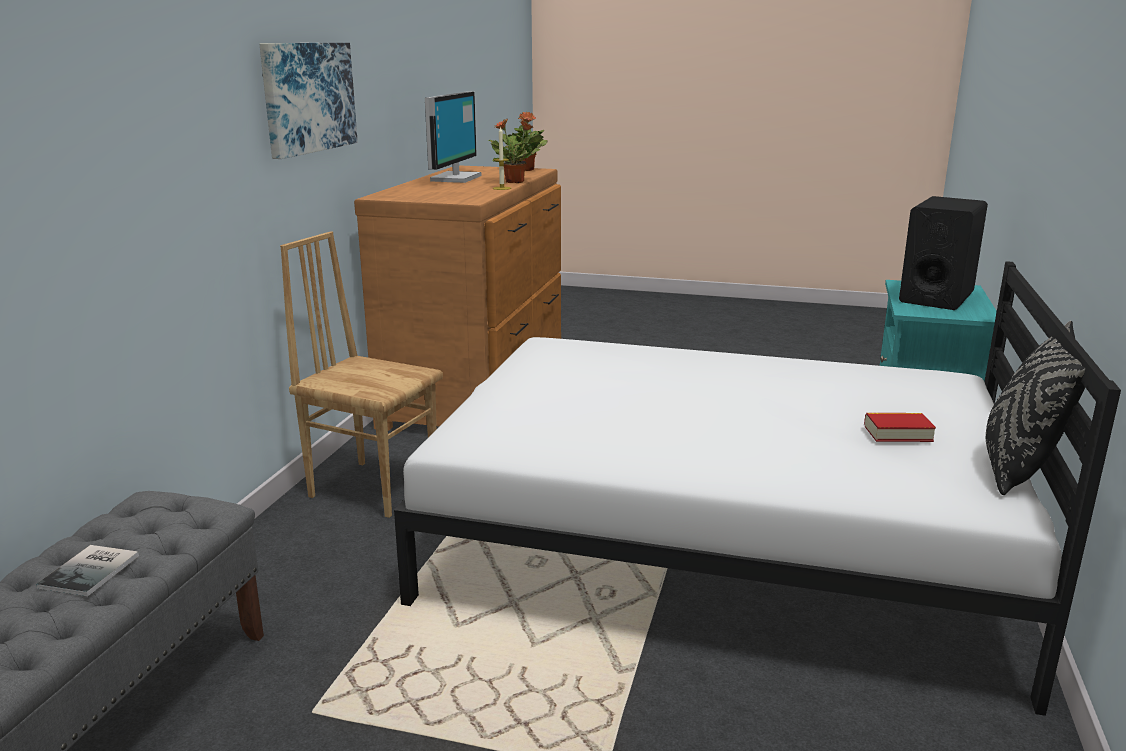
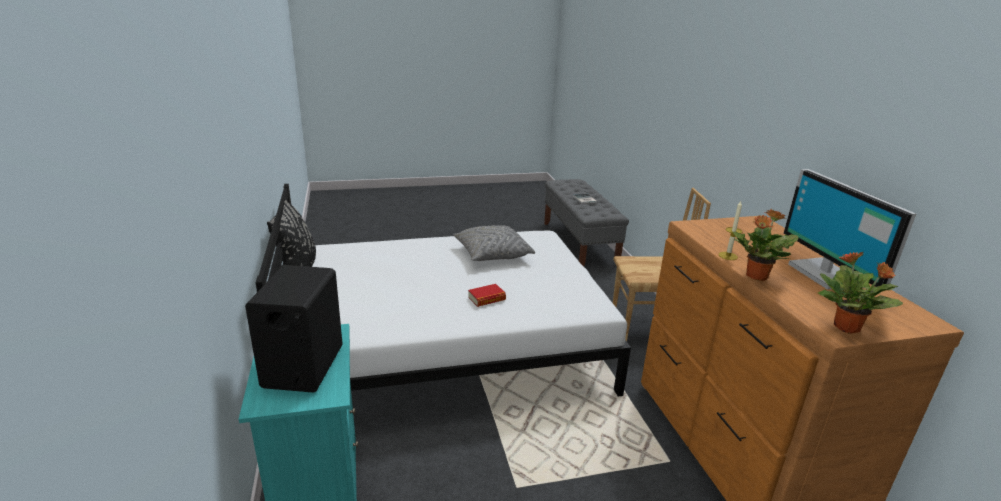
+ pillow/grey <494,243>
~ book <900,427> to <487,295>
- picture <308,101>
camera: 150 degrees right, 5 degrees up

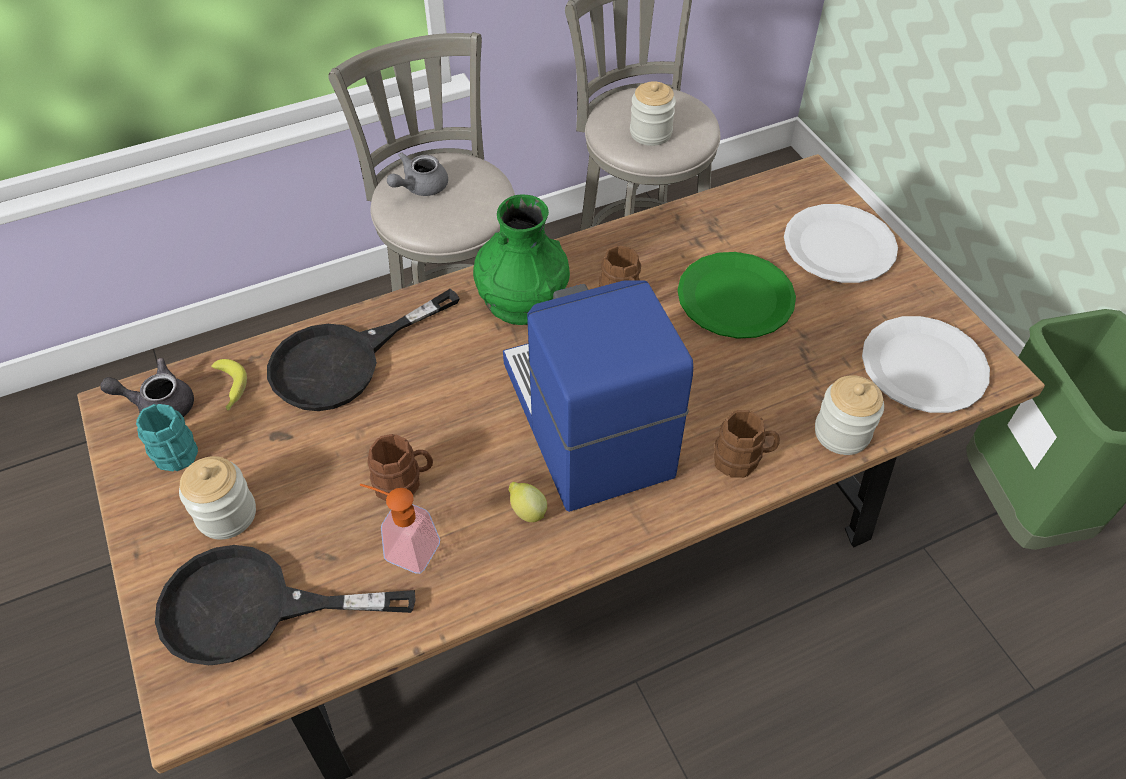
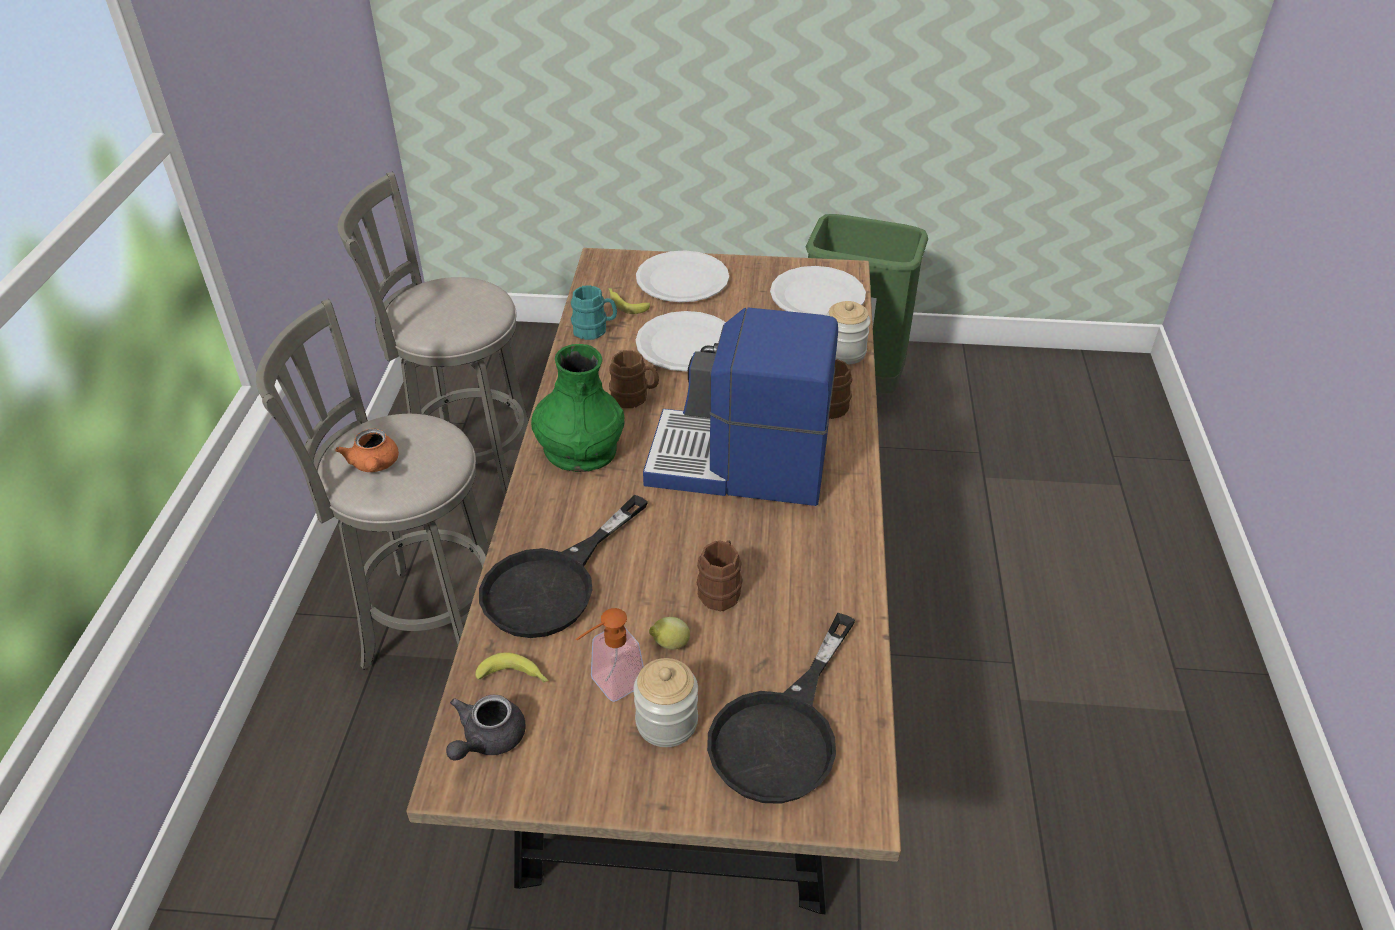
~ teapot/grey <417,174> to teapot/orange <367,450>
~ frying pan/black <363,350> = <563,566> 45 degrees clockwise
~ mug/turquoise <167,438> to <594,312>
~ soap dispenser <400,529> to <610,655>
+ banana <629,301>
~ plate/green <736,295> to plate/white <681,341>
~ lemon <528,502> to <669,633>
- jar <653,113>
camera: 60 degrees left, 10 degrees down

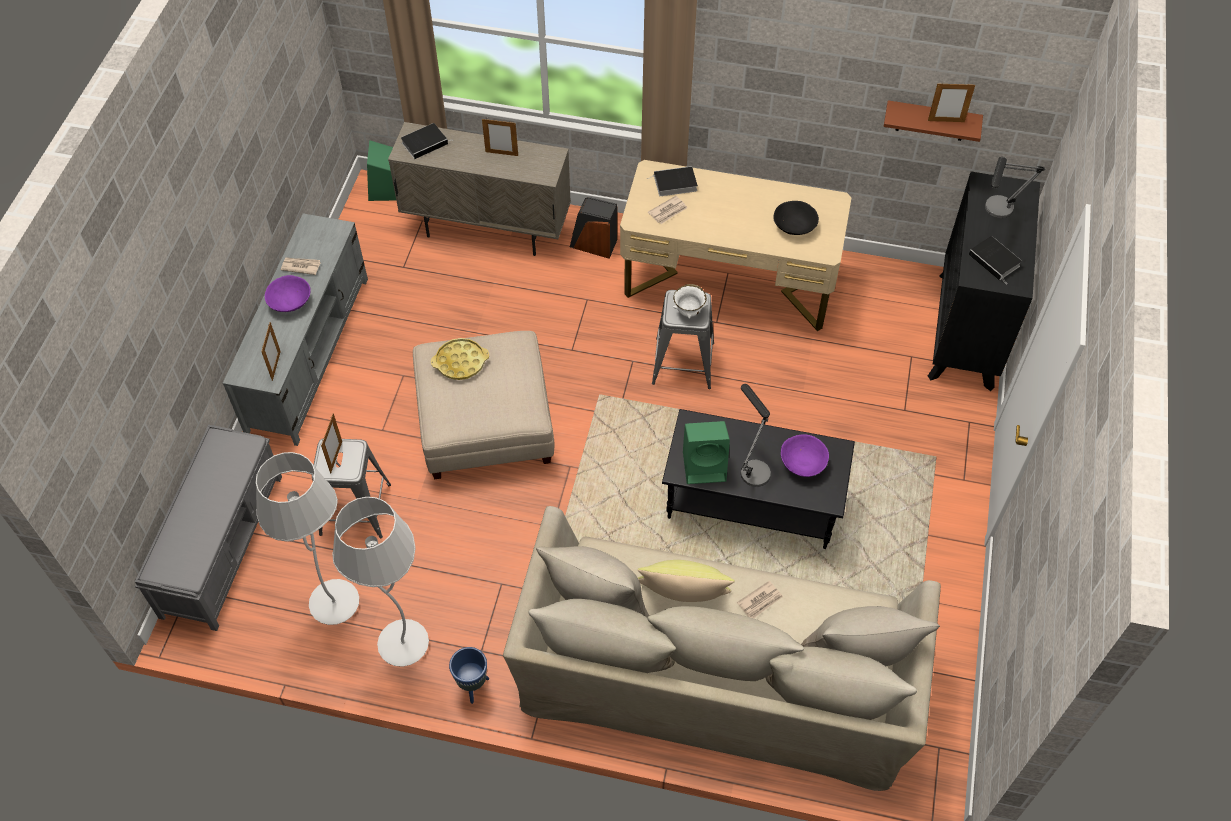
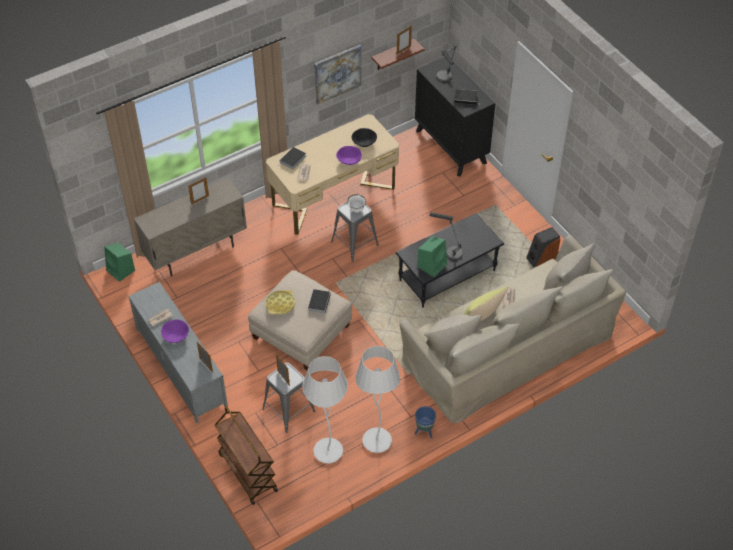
~ bench/grey <208,528> to cart/brown <246,455>
~ book <427,141> to <319,301>
+ picture <337,74>
~ bowl/purple <805,455> to <349,155>
~ speaker <594,228> to <543,247>
camera: 45 degrees left, 5 degrees down

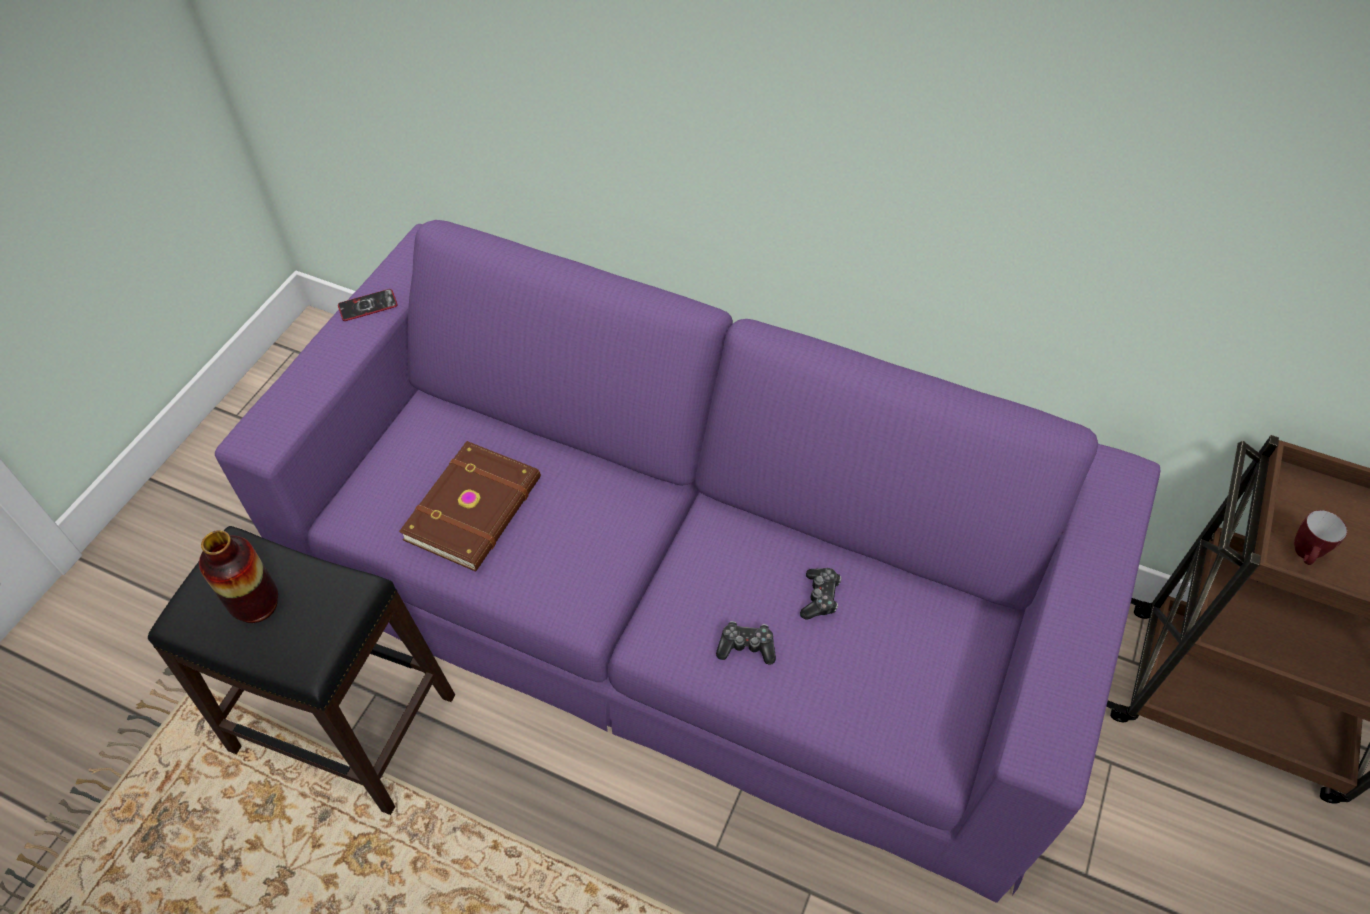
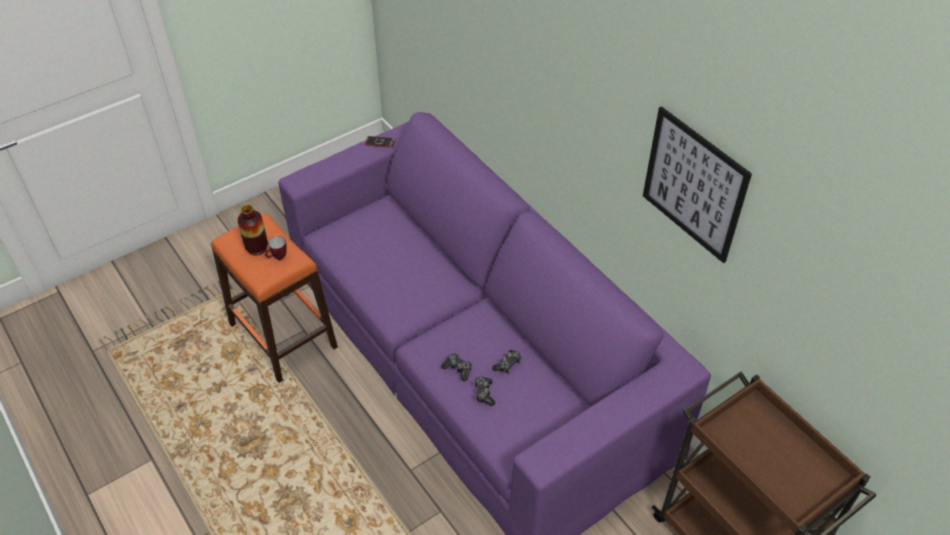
~ stool/black <301,670> to stool/orange <274,298>
~ mug <1320,537> to <276,248>
+ game controller <484,391>
+ picture <697,184>
- book/brown <470,506>
camera: 30 degrees right, 5 degrees down

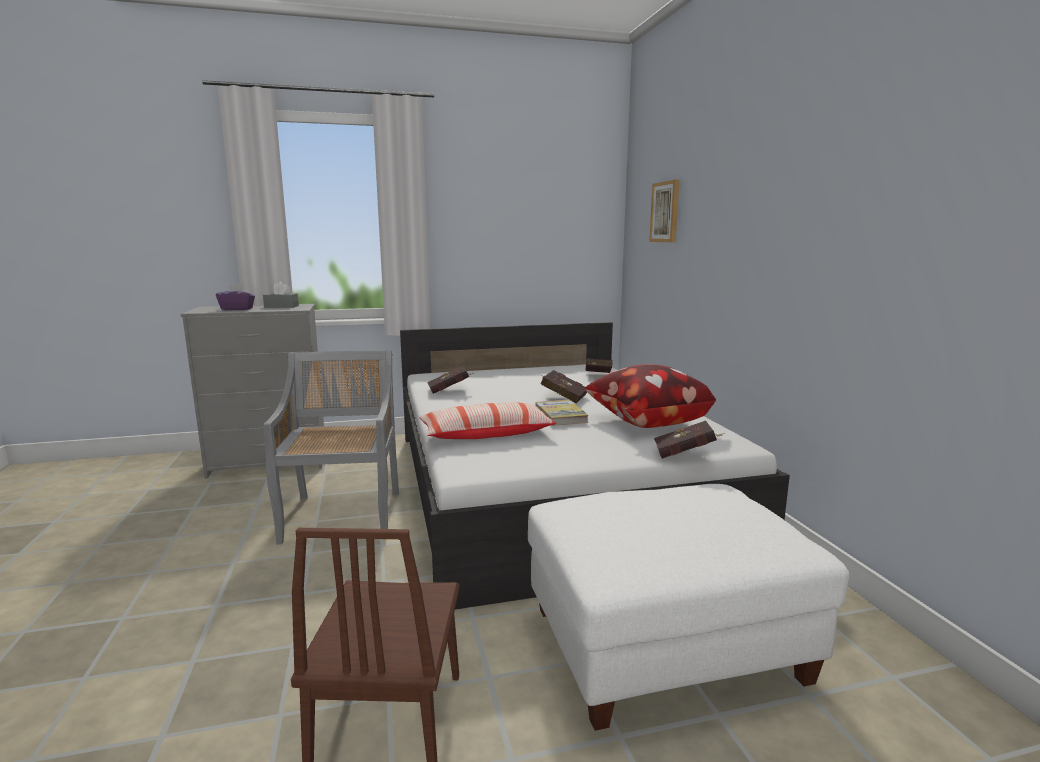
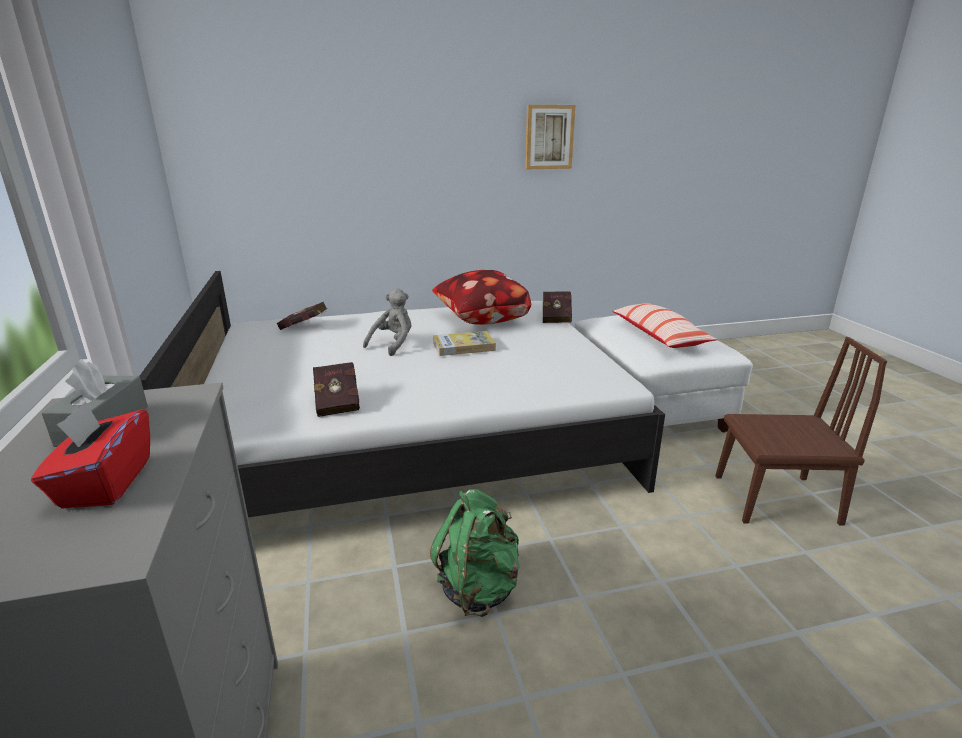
~ tissue box/purple <235,297> to tissue box/red <90,455>
~ book/red <563,386> to plush toy/grey <387,322>
~ chair/grey <331,447> to backpack/green <475,553>
~ picture <664,211> to <550,137>
~ pillow <488,420> to <665,325>
camera: 90 degrees left, 10 degrees up

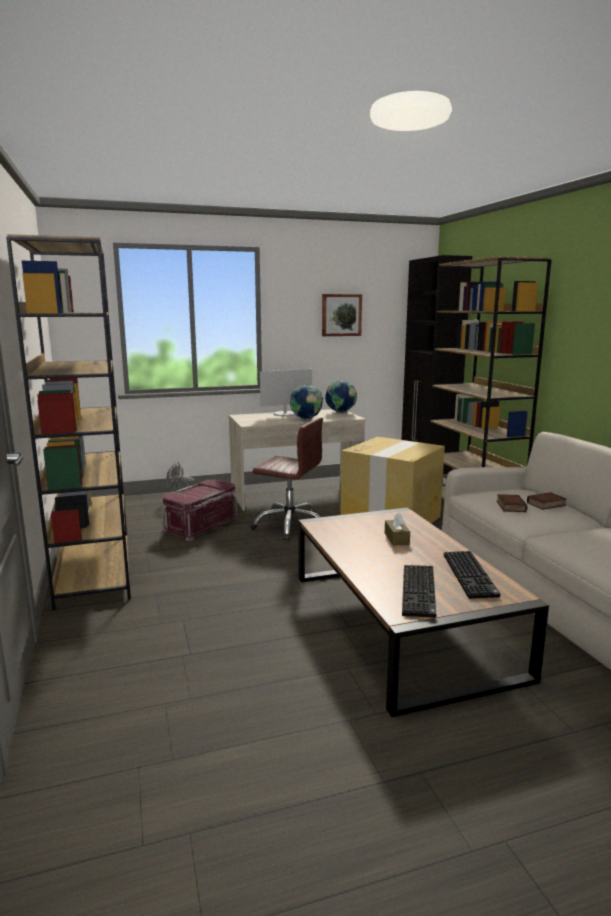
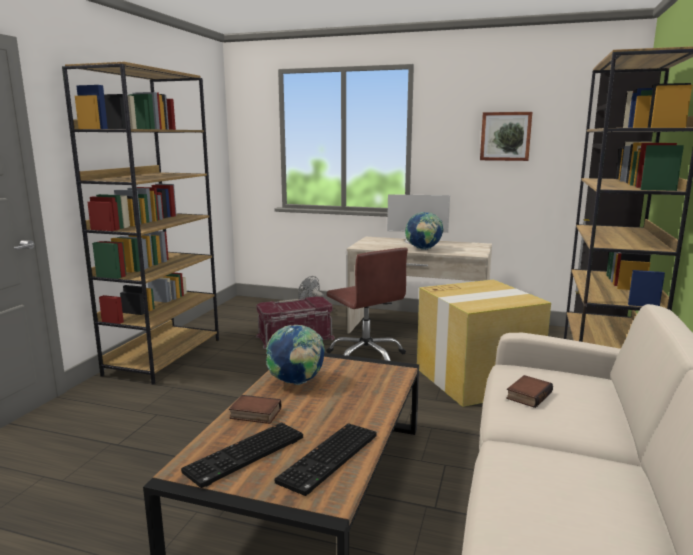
~ book <547,501> to <255,409>
~ globe <341,396> to <295,355>
- tissue box/brown <397,529>
camera: 35 degrees right, 0 degrees up

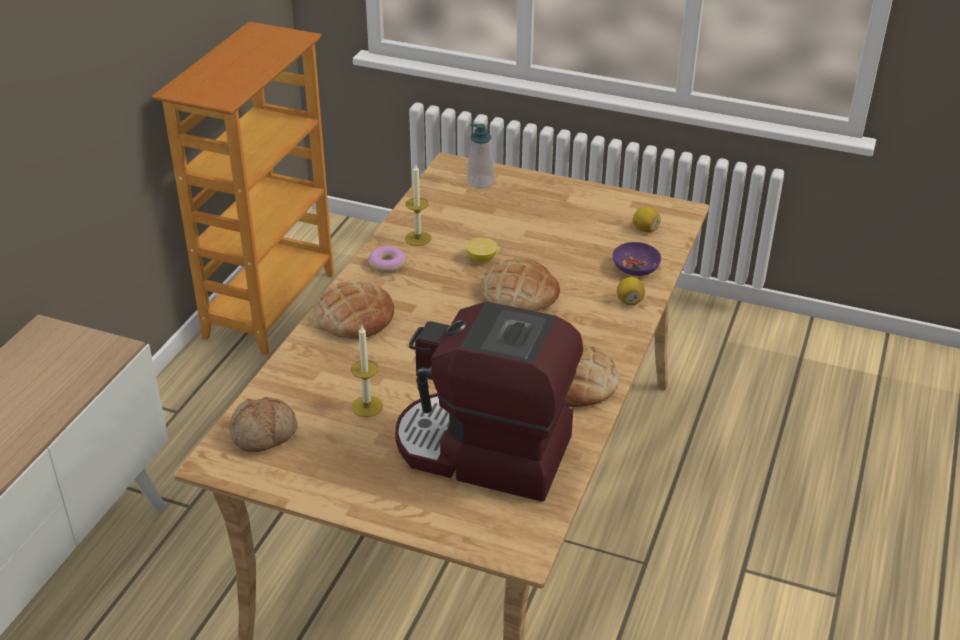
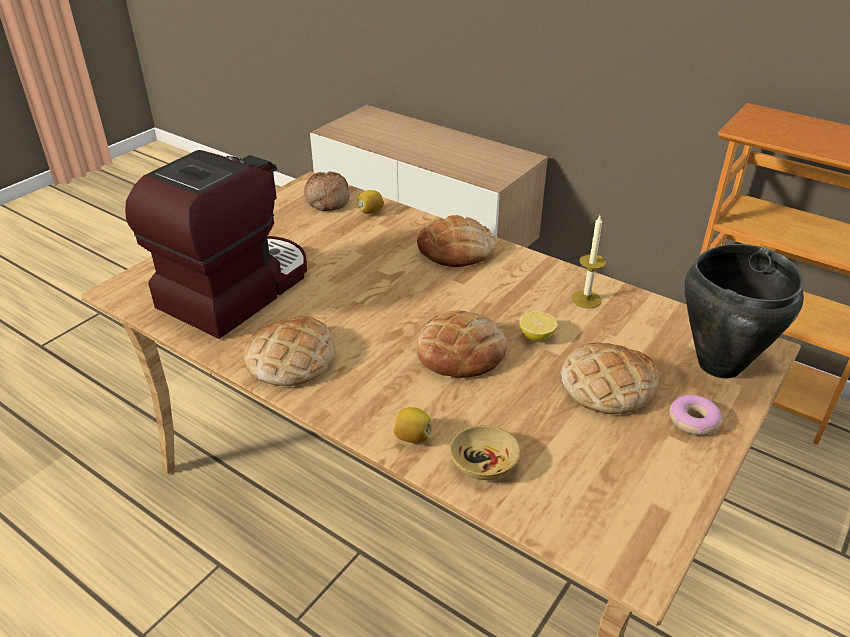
~ lemon <647,219> to <371,202>
~ bowl/purple <637,259> to bowl/beige <485,452>
+ bread <610,378>
~ donut <387,259> to <695,415>
~ soap dispenser <480,155> to cooking pot/black <744,311>
- candle <367,371>
camera: 105 degrees right, 0 degrees up

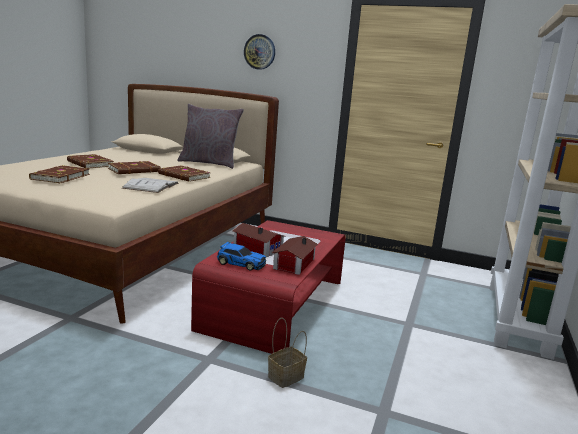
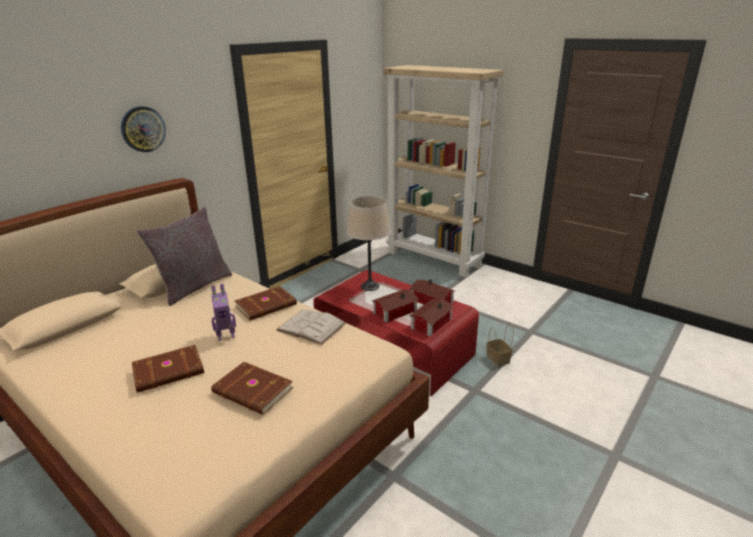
~ book/brown <134,167> to toy robot <223,312>
+ table lamp/beige <369,243>
~ toy car <241,256> to toy house <431,317>
camera: 70 degrees left, 10 degrees up

